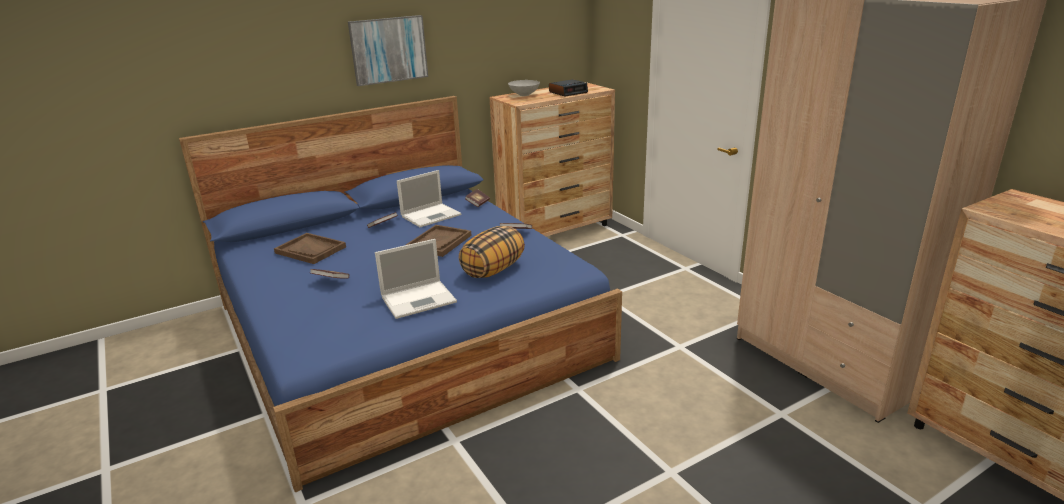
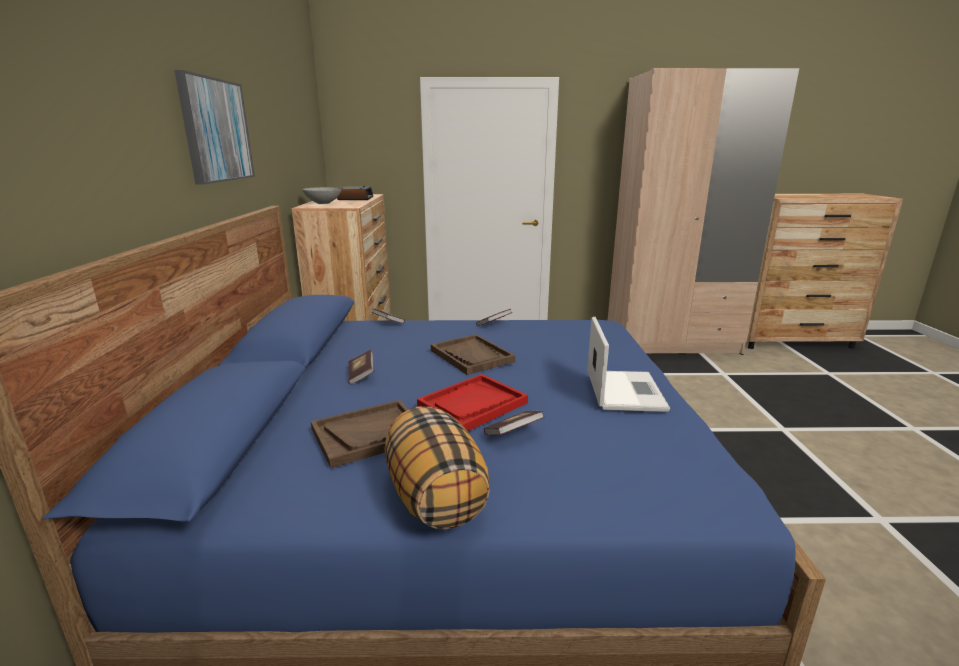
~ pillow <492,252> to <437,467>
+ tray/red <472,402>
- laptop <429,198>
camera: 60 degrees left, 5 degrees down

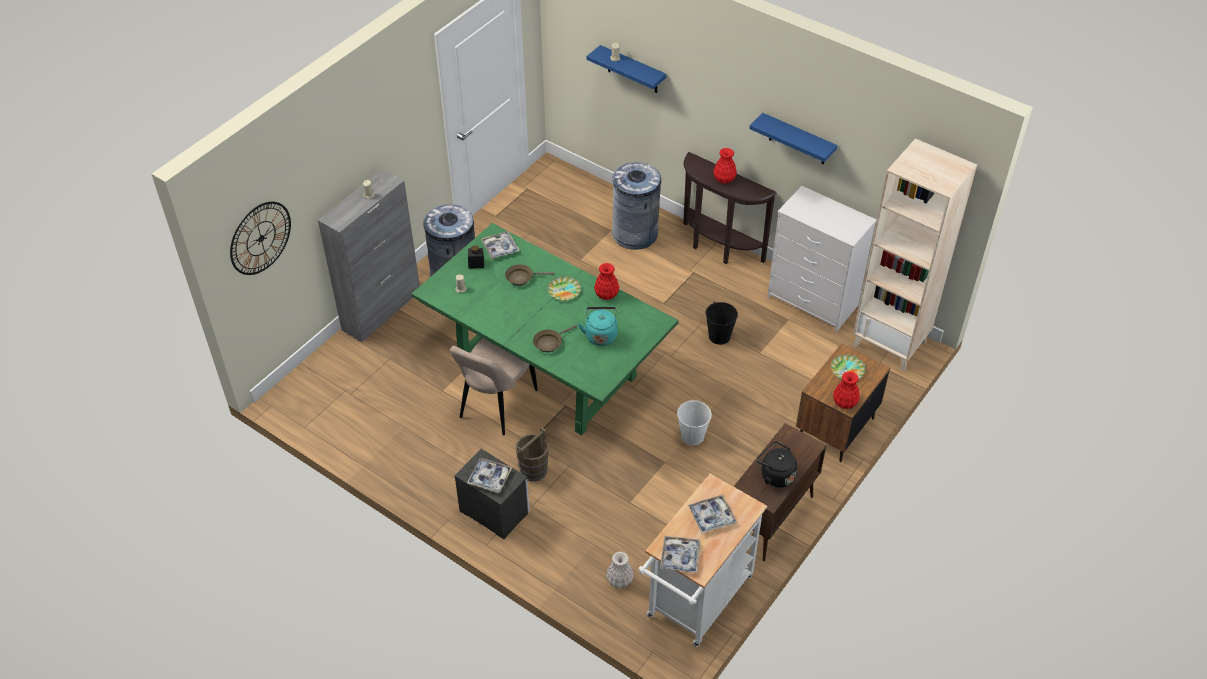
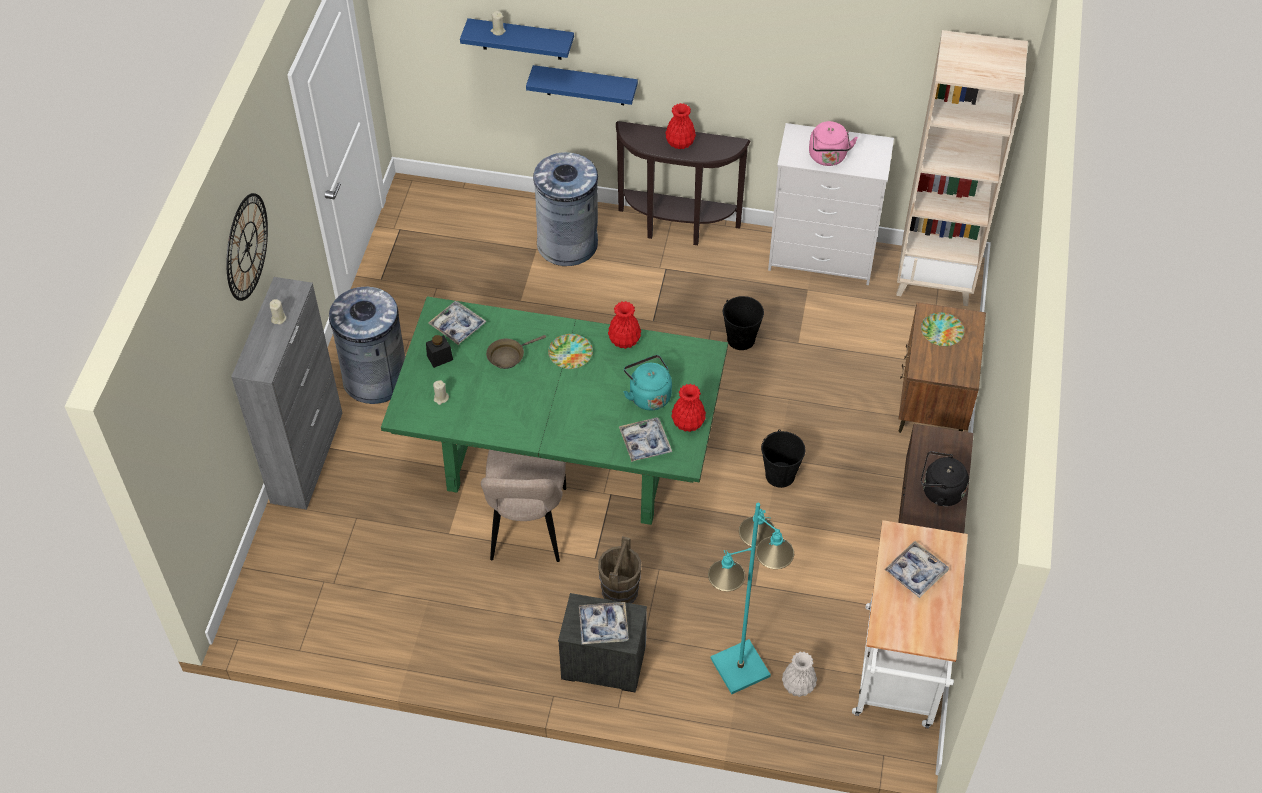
~ wall clock <260,238> to <247,247>
~ shelf/blue <793,138> to <582,85>
~ tray <680,554> to <645,439>
~ vase/red <846,390> to <688,408>
+ floor lamp/turquoise <751,598>
~ bucket/white <694,423> to bucket/black <783,459>
+ kettle/pink <833,143>
- frying pan/brown <555,338>
camera: 25 degrees left, 5 degrees up

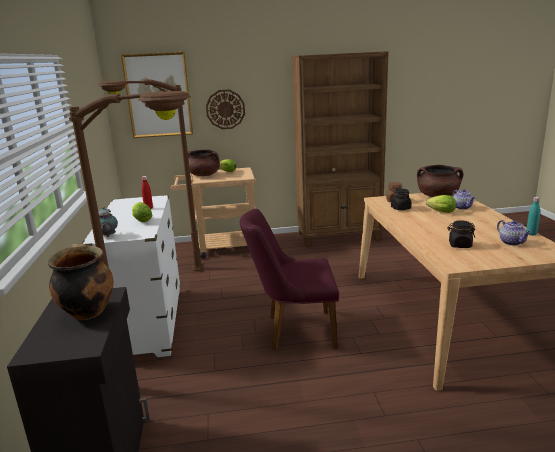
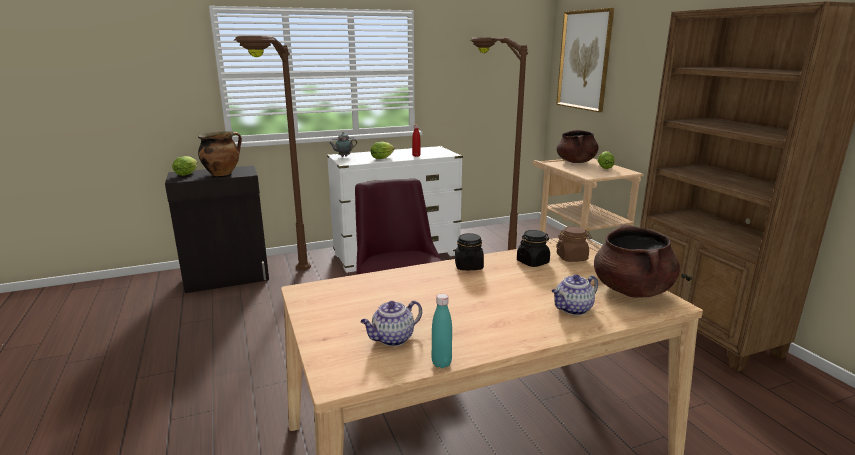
~ lettuce <441,204> to <185,166>
~ jar/black <461,234> to <469,251>
- wall clock <225,109>
camera: 75 degrees right, 0 degrees up

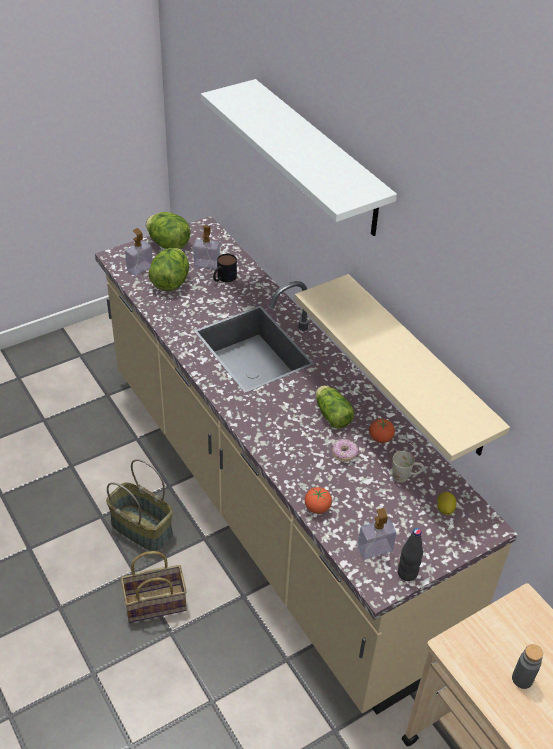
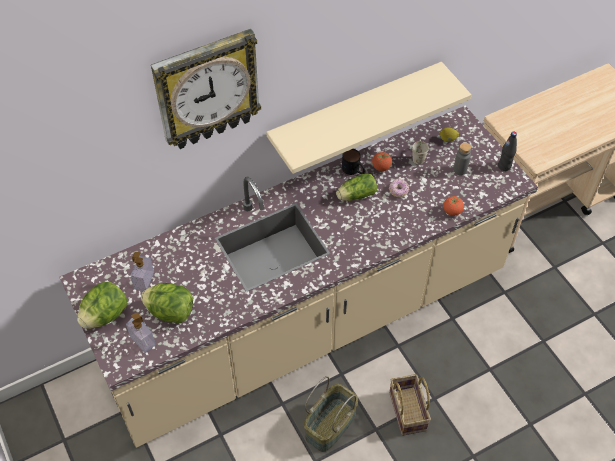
~ shelf/white <299,157> to wall clock <206,89>
~ mug <225,268> to <353,162>
~ bottle/grey <527,666> to <462,159>
- soap dispenser <377,533>
camera: 85 degrees left, 10 degrees up

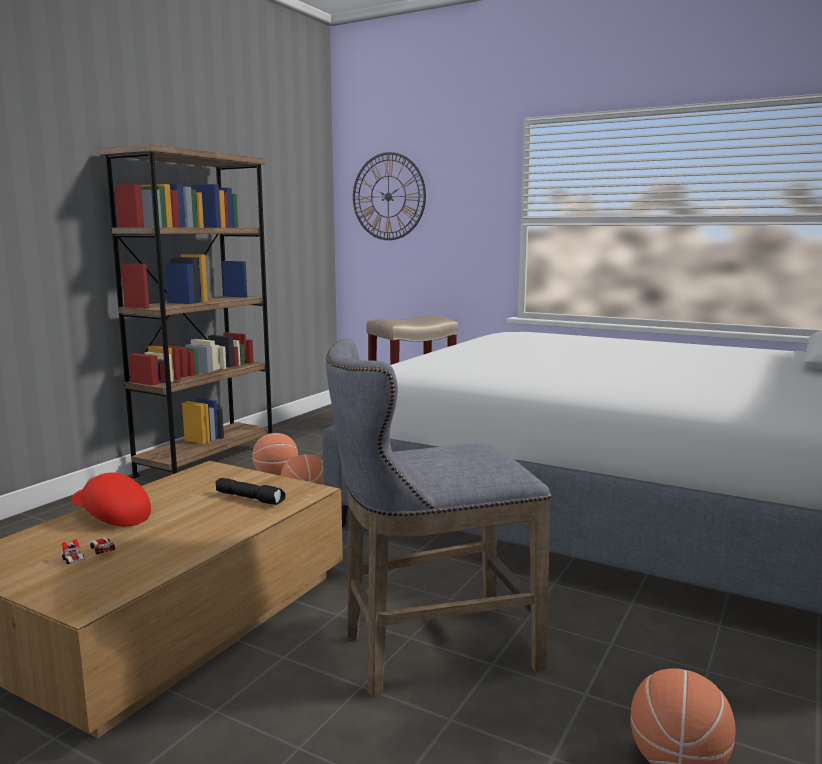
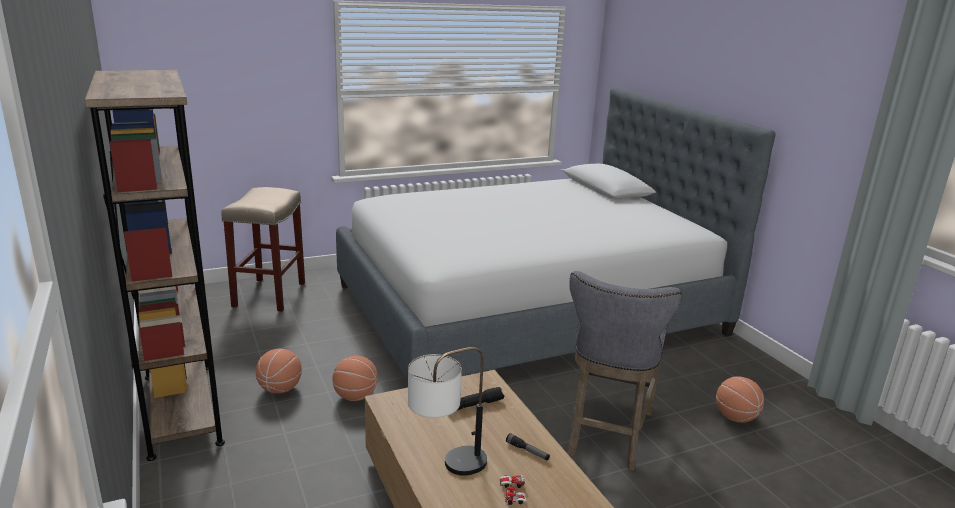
~ cap/red <111,499> to table lamp <447,411>
+ flashlight <528,446>
- wall clock <389,196>
camera: 55 degrees left, 10 degrees up

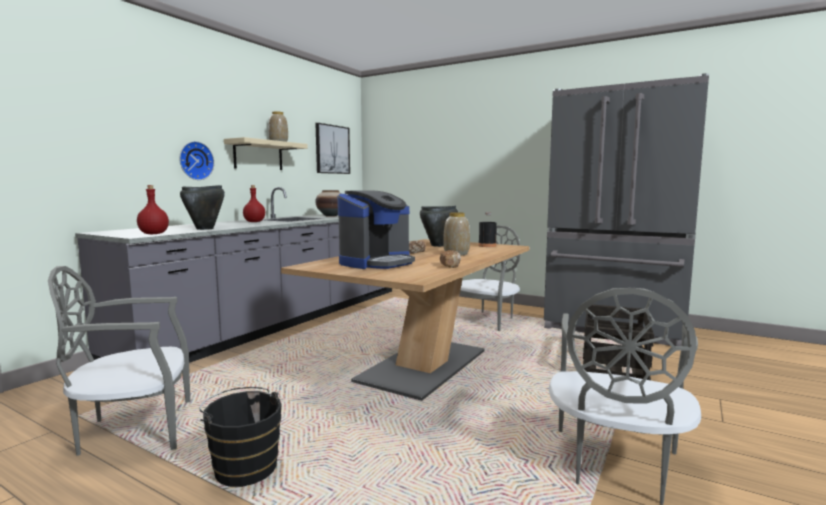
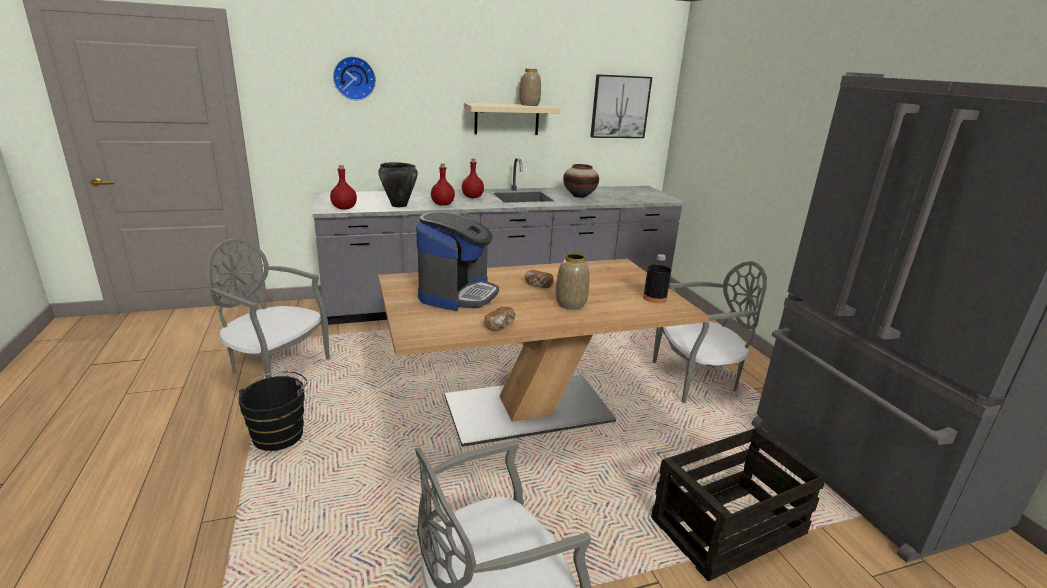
~ wall clock <196,160> to <354,78>
~ coffee machine <376,230> = <457,261> 60 degrees counterclockwise
+ bottle/red <443,185>
- cooking pot/black <439,226>
camera: 40 degrees right, 15 degrees up

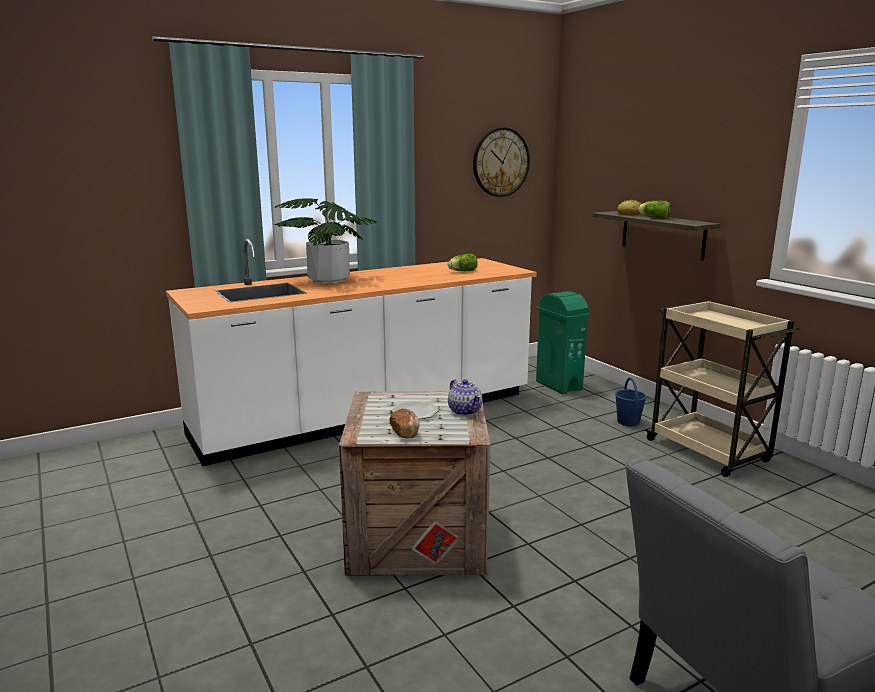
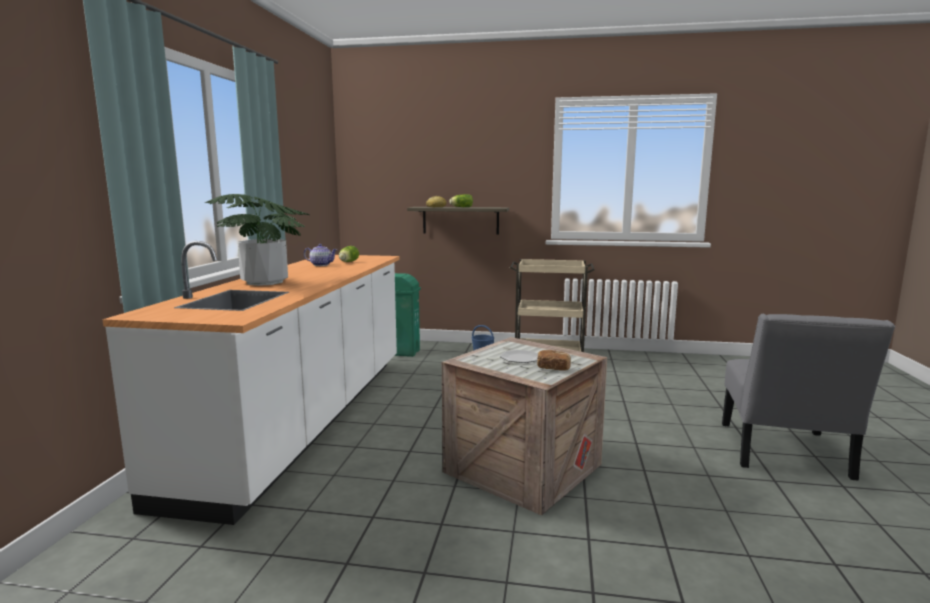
~ teapot <465,397> to <321,255>
- wall clock <501,162>
camera: 50 degrees left, 5 degrees down

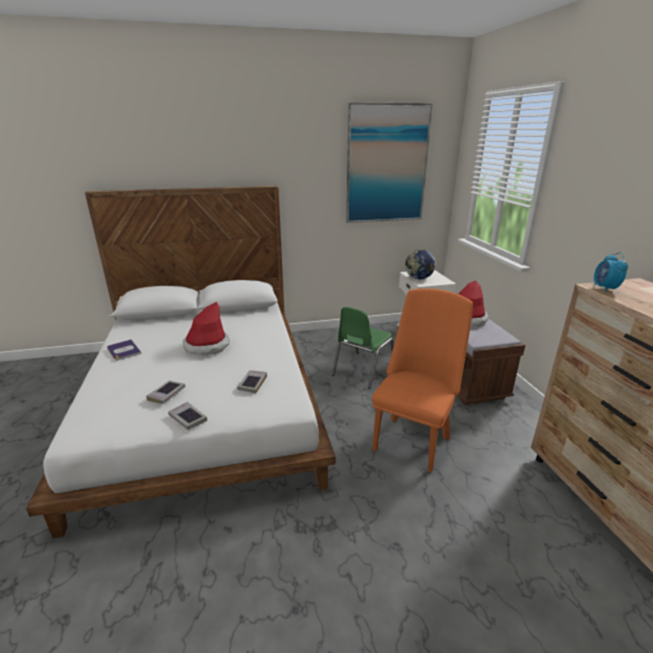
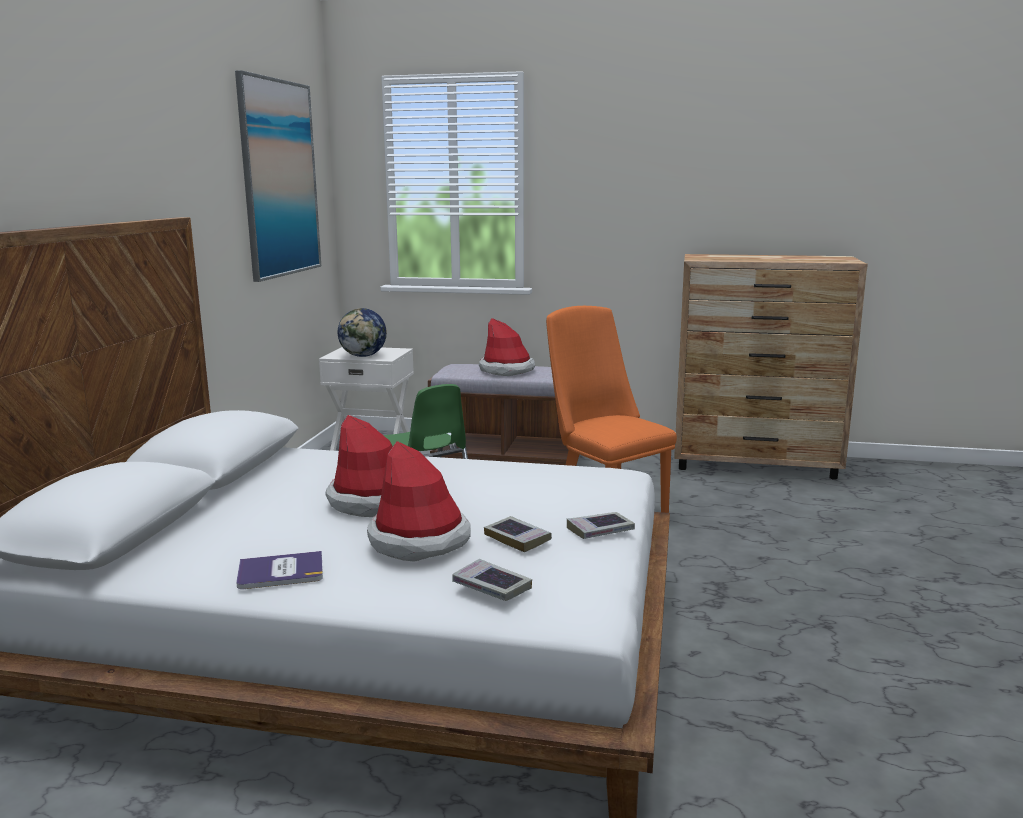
+ hat <419,501>
~ book <252,382> to <492,580>
- alarm clock <611,272>
camera: 65 degrees left, 10 degrees down

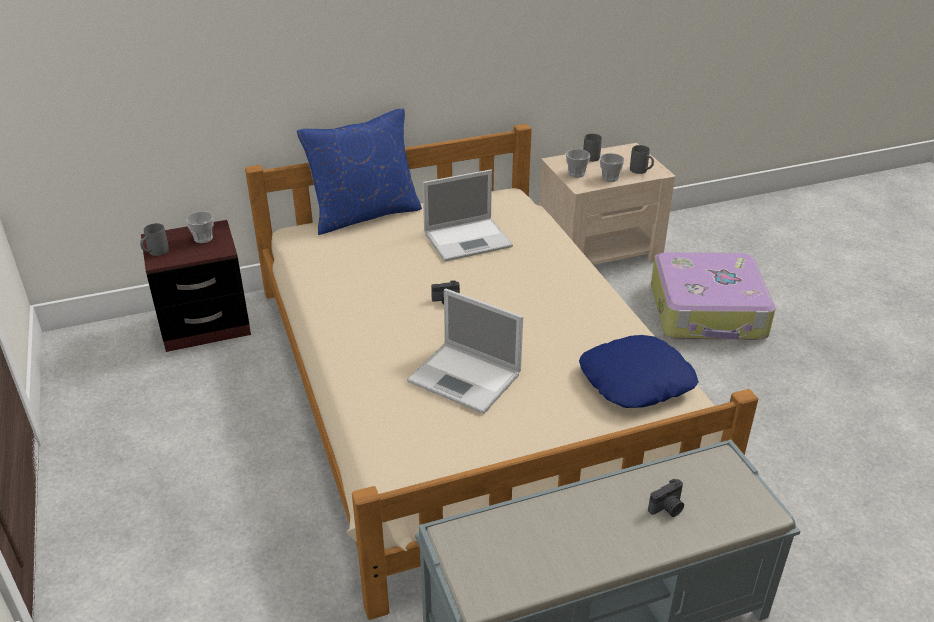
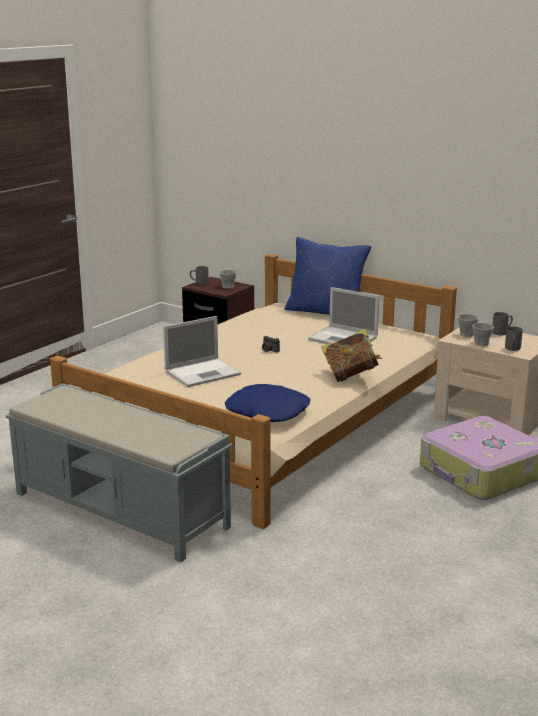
~ laptop <465,351> = <202,351> 120 degrees counterclockwise
+ book <351,355>
- photo camera <666,498>
camera: 55 degrees right, 15 degrees down

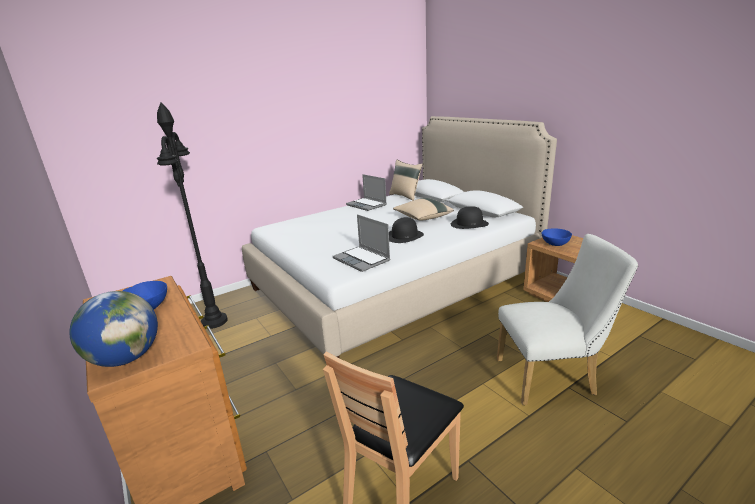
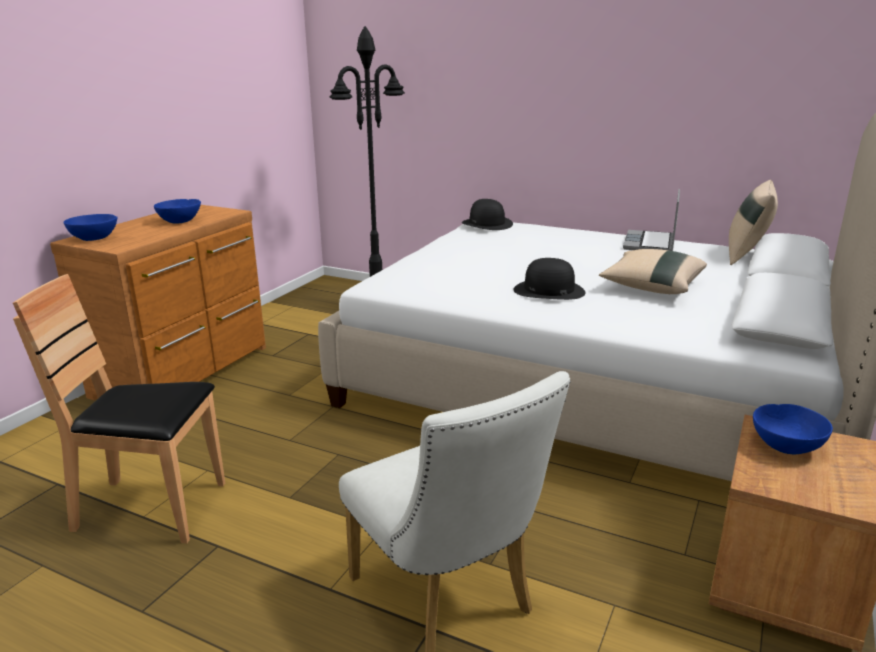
~ globe <113,329> to bowl/blue <90,227>
~ hat/black <470,217> to <487,214>
- laptop <361,243>
camera: 60 degrees right, 0 degrees up

